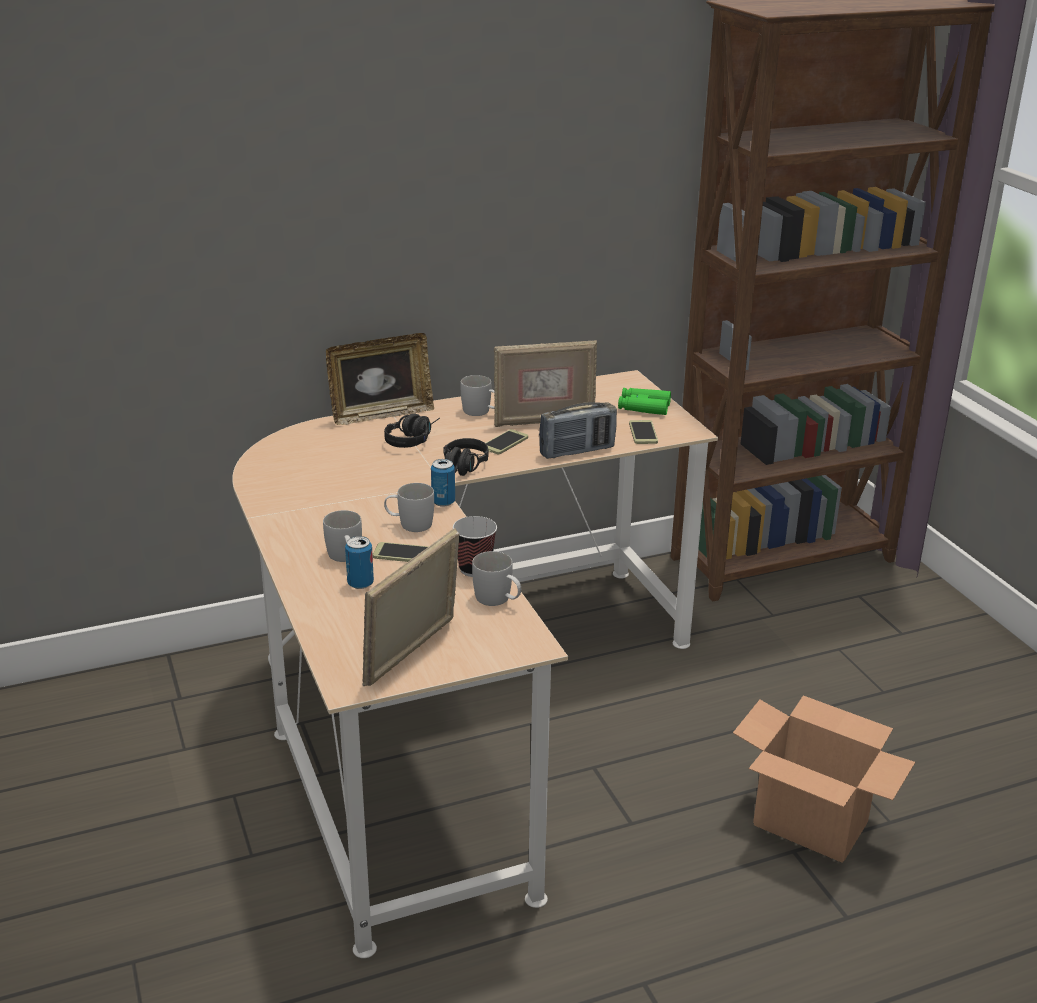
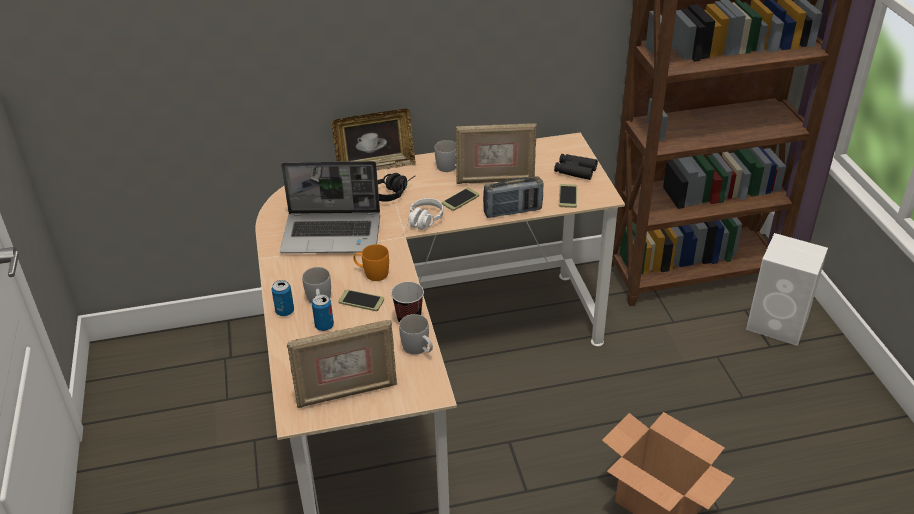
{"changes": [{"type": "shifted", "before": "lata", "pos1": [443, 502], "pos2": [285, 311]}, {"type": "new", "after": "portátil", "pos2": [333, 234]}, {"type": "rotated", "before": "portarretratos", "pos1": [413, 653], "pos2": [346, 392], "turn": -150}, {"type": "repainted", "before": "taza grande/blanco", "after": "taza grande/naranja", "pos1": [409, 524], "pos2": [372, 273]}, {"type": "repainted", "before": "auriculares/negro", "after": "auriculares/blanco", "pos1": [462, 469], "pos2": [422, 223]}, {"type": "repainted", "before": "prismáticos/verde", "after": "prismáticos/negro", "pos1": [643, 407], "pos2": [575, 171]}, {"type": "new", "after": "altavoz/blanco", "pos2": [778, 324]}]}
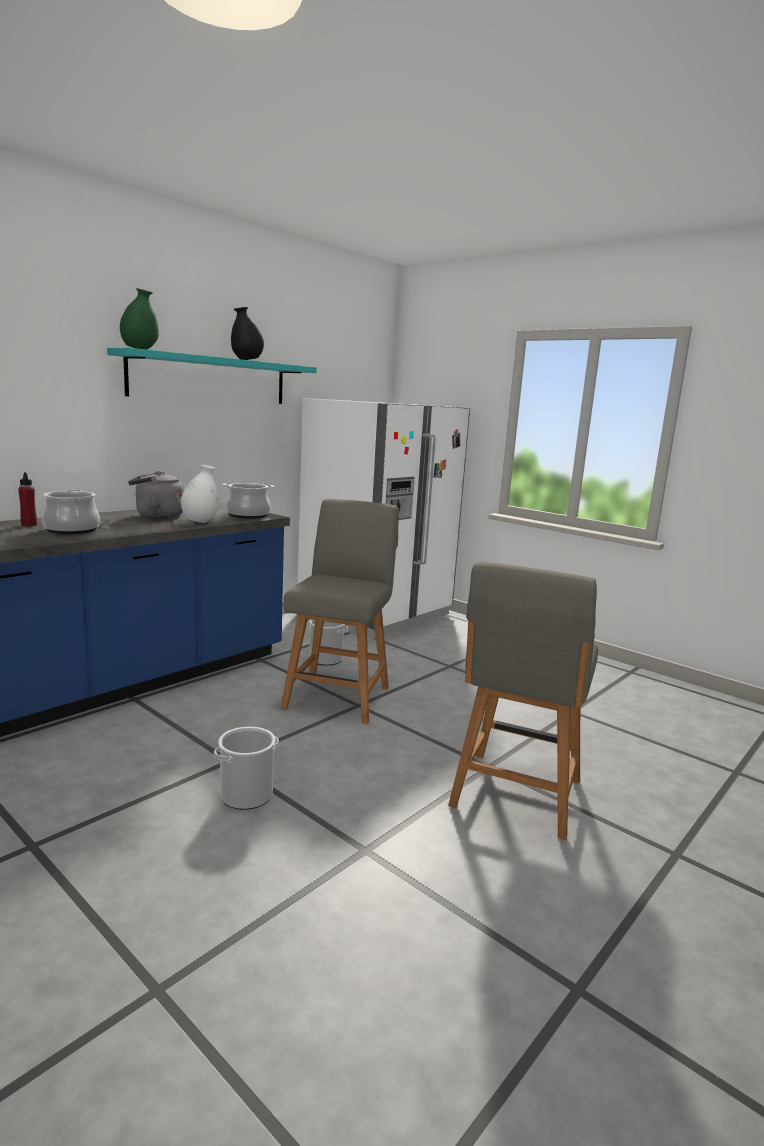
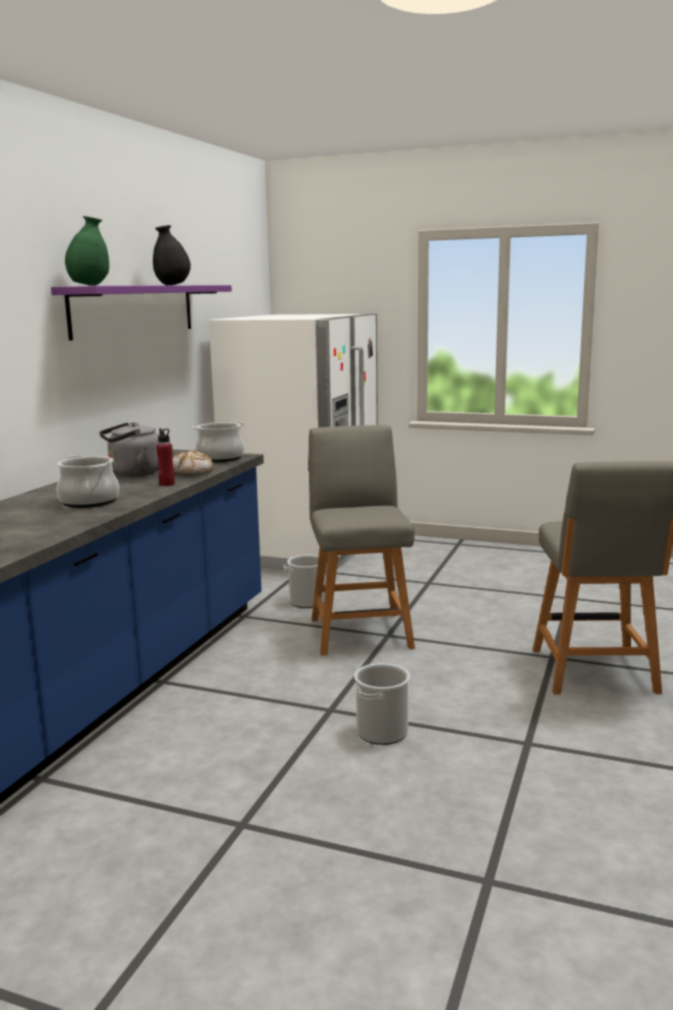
{"changes": [{"type": "repainted", "before": "estante/turquesa", "after": "estante/morado", "pos1": [210, 379], "pos2": [134, 310]}, {"type": "shifted", "before": "botella/rojo", "pos1": [29, 525], "pos2": [167, 484]}, {"type": "swapped", "before": "florero/blanco", "after": "pan", "pos1": [200, 521], "pos2": [191, 472]}]}
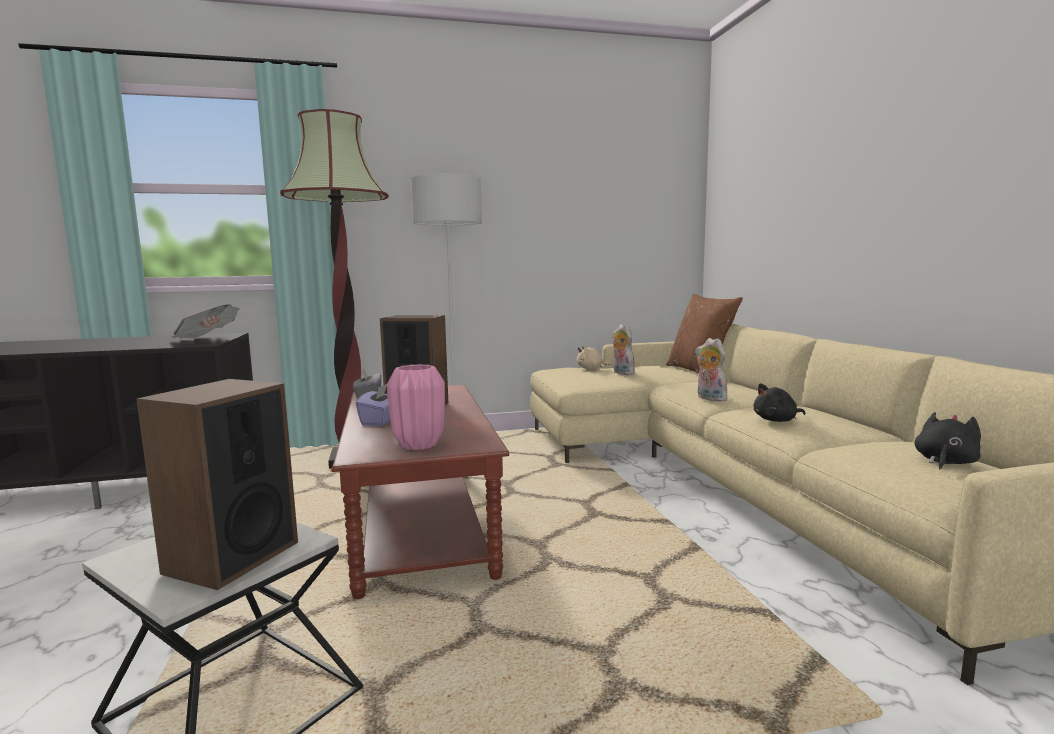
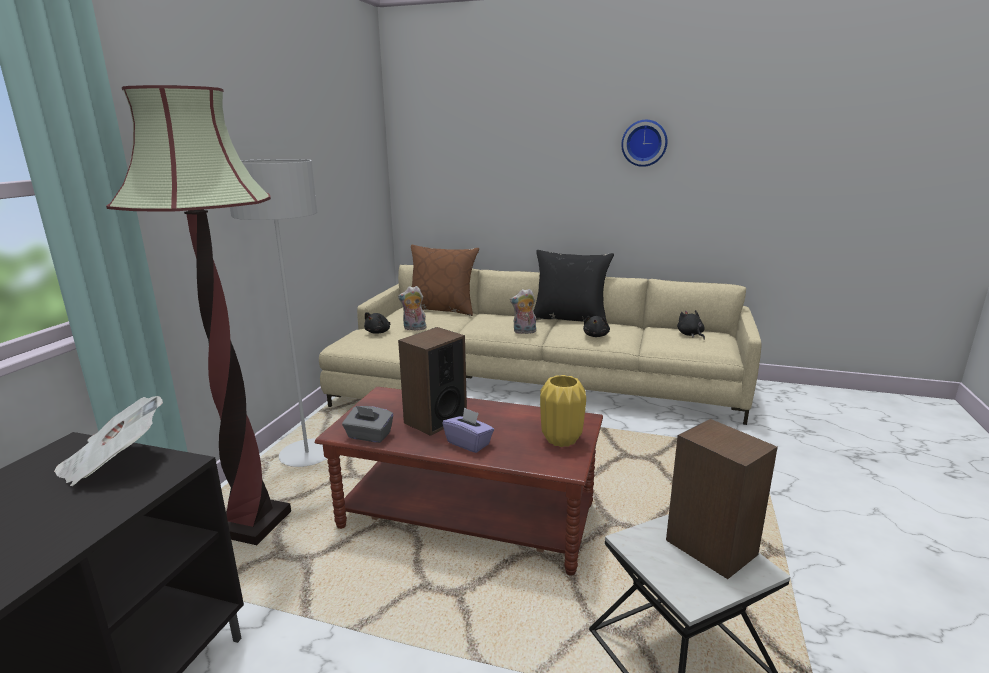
{"changes": [{"type": "repainted", "before": "peluche/beis", "after": "peluche/negro", "pos1": [591, 369], "pos2": [378, 332]}, {"type": "new", "after": "cojín/negro", "pos2": [569, 319]}, {"type": "repainted", "before": "florero/rosa", "after": "florero/amarillo", "pos1": [418, 445], "pos2": [561, 440]}, {"type": "new", "after": "reloj de pared", "pos2": [644, 143]}]}
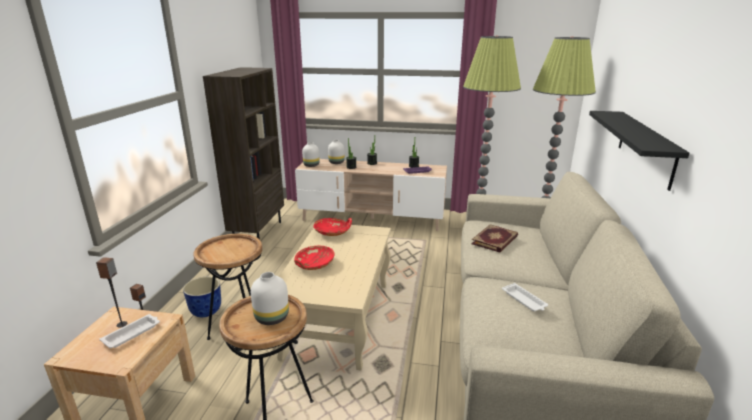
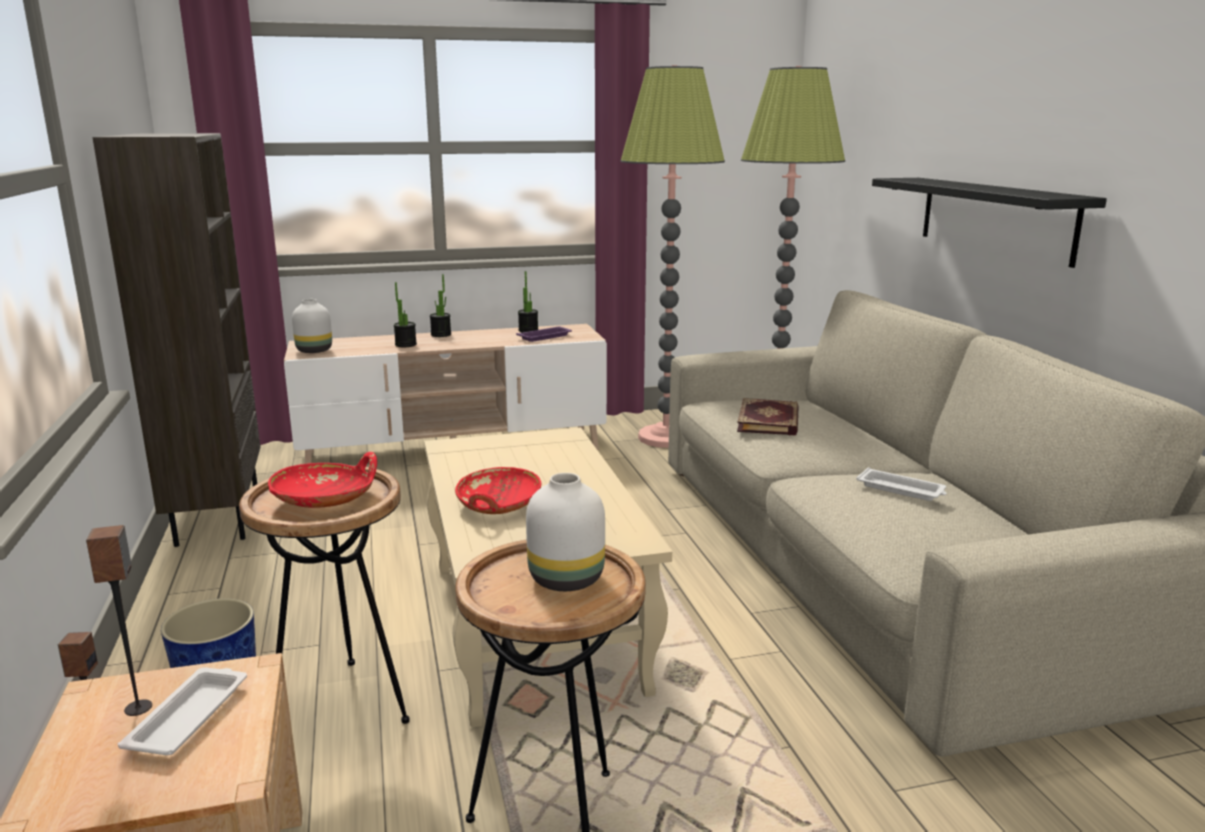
{"changes": [{"type": "shifted", "before": "cuenco/rojo", "pos1": [332, 232], "pos2": [326, 499]}, {"type": "gone", "before": "florero/blanco", "pos1": [336, 163]}]}
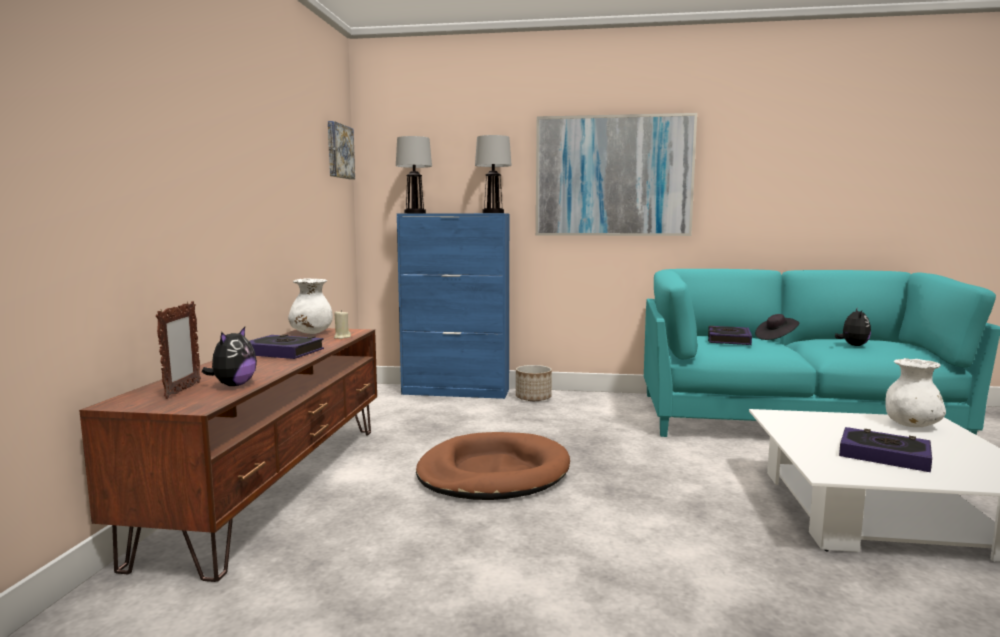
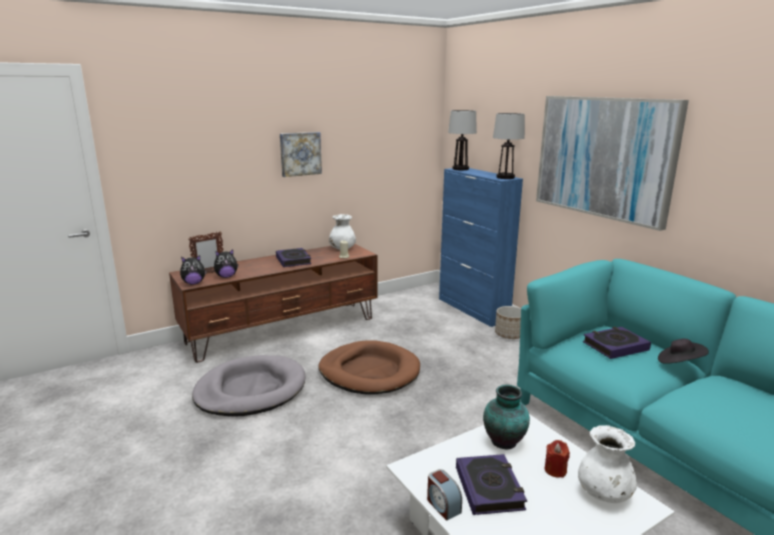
{"changes": [{"type": "shifted", "before": "peluche", "pos1": [853, 345], "pos2": [194, 283]}, {"type": "new", "after": "cama para perro/gris", "pos2": [250, 390]}, {"type": "shifted", "before": "cuadro", "pos1": [339, 151], "pos2": [300, 154]}, {"type": "new", "after": "despertador", "pos2": [443, 505]}, {"type": "new", "after": "florero", "pos2": [504, 442]}, {"type": "new", "after": "vela/rojo", "pos2": [555, 470]}]}
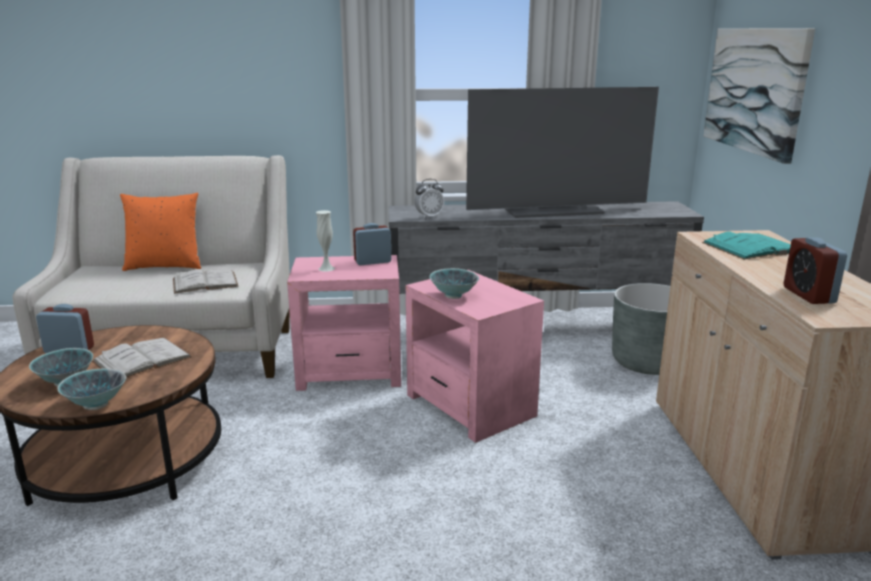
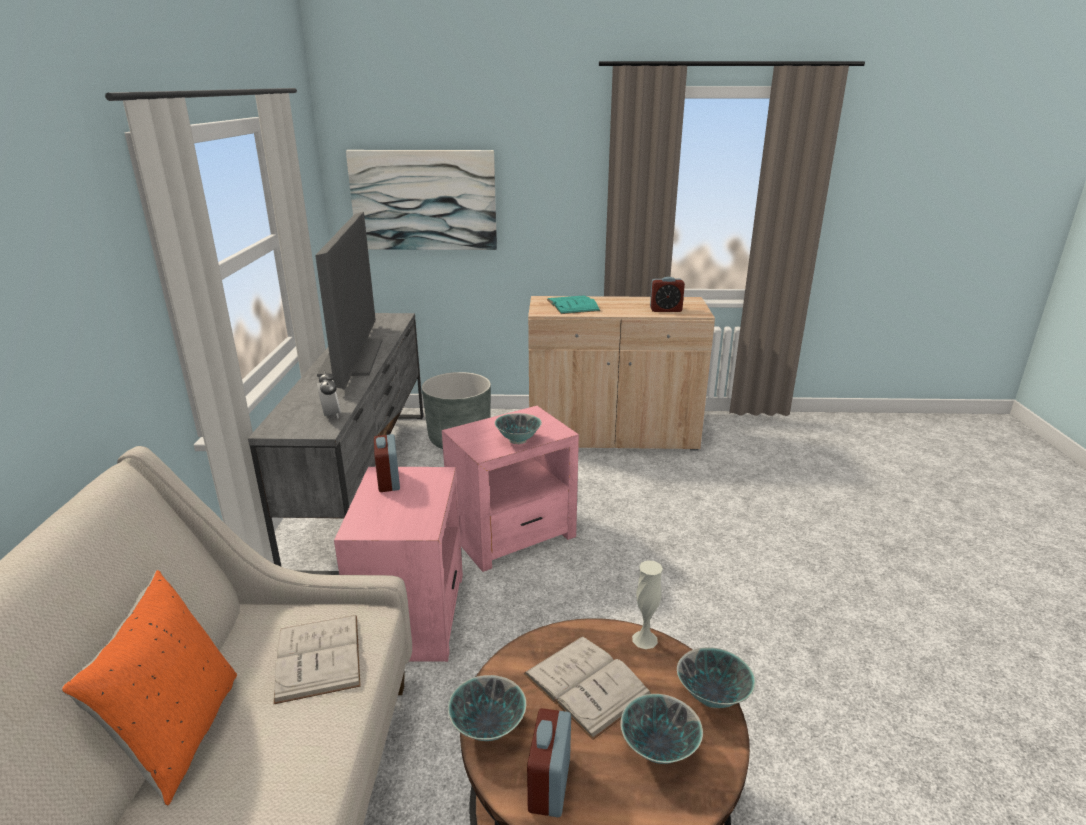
{"changes": [{"type": "new", "after": "cuenco", "pos2": [488, 729]}, {"type": "shifted", "before": "florero/blanco", "pos1": [326, 268], "pos2": [644, 639]}]}
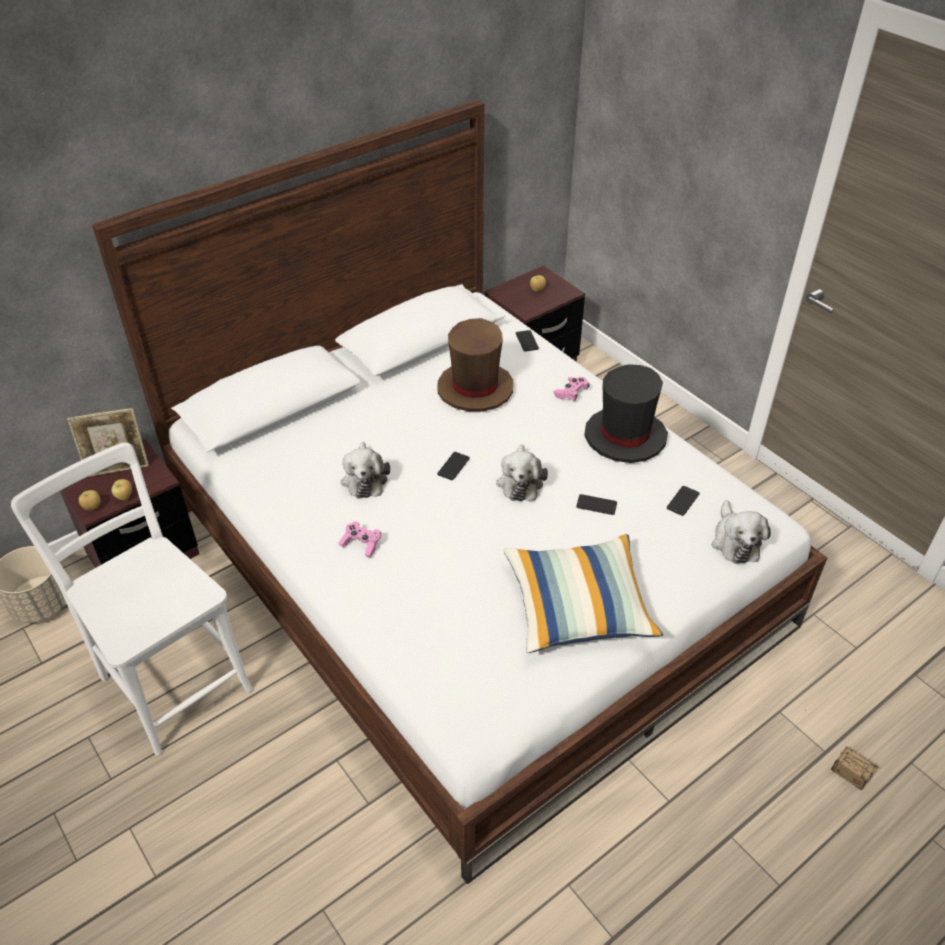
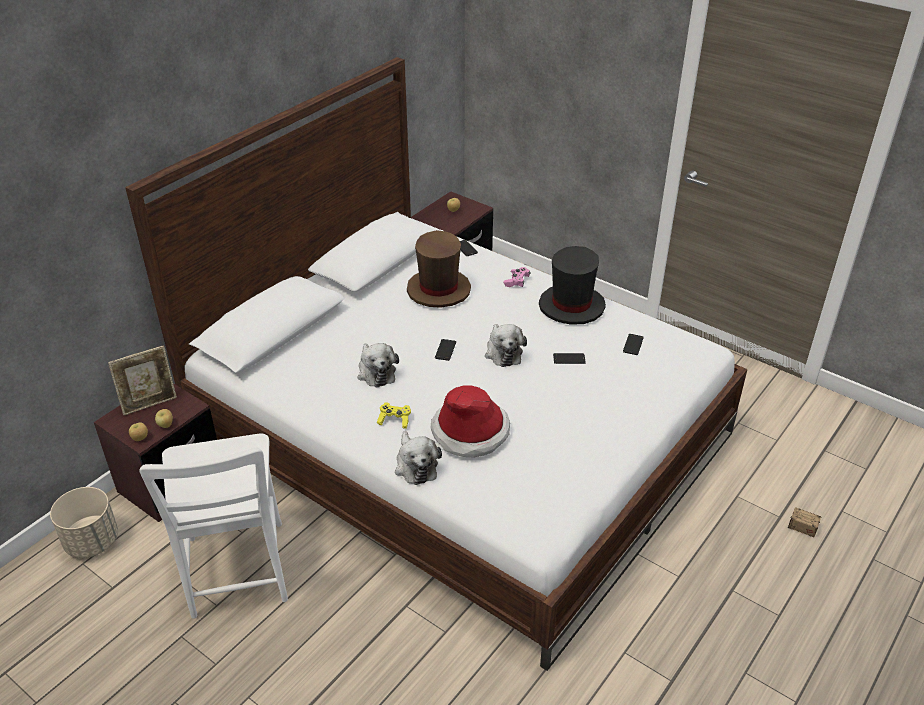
{"changes": [{"type": "rotated", "before": "silla/blanco", "pos1": [171, 678], "pos2": [238, 575], "turn": -135}, {"type": "repainted", "before": "mando de consola/rosa", "after": "mando de consola/amarillo", "pos1": [361, 544], "pos2": [394, 420]}, {"type": "shifted", "before": "peluche", "pos1": [735, 541], "pos2": [415, 465]}, {"type": "new", "after": "sombrero", "pos2": [470, 431]}, {"type": "gone", "before": "cojín", "pos1": [578, 606]}]}
